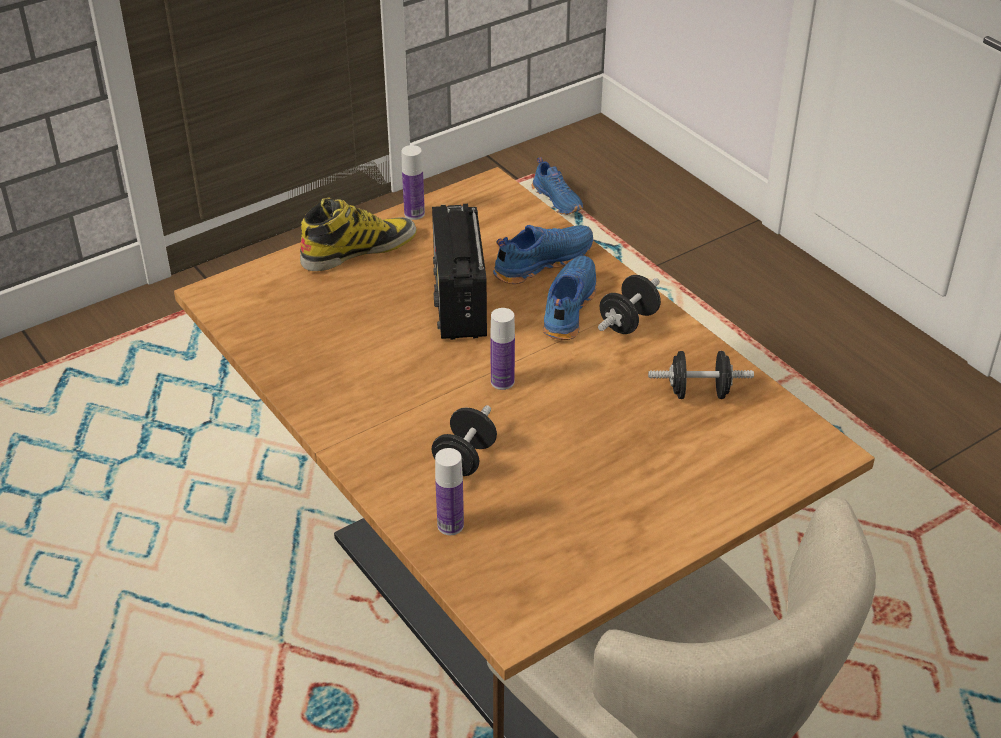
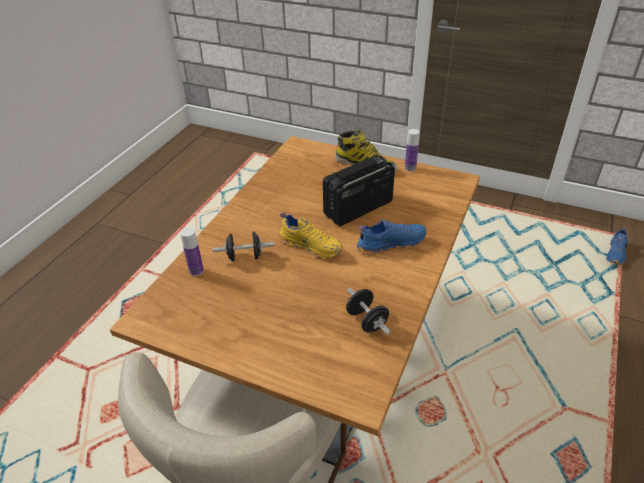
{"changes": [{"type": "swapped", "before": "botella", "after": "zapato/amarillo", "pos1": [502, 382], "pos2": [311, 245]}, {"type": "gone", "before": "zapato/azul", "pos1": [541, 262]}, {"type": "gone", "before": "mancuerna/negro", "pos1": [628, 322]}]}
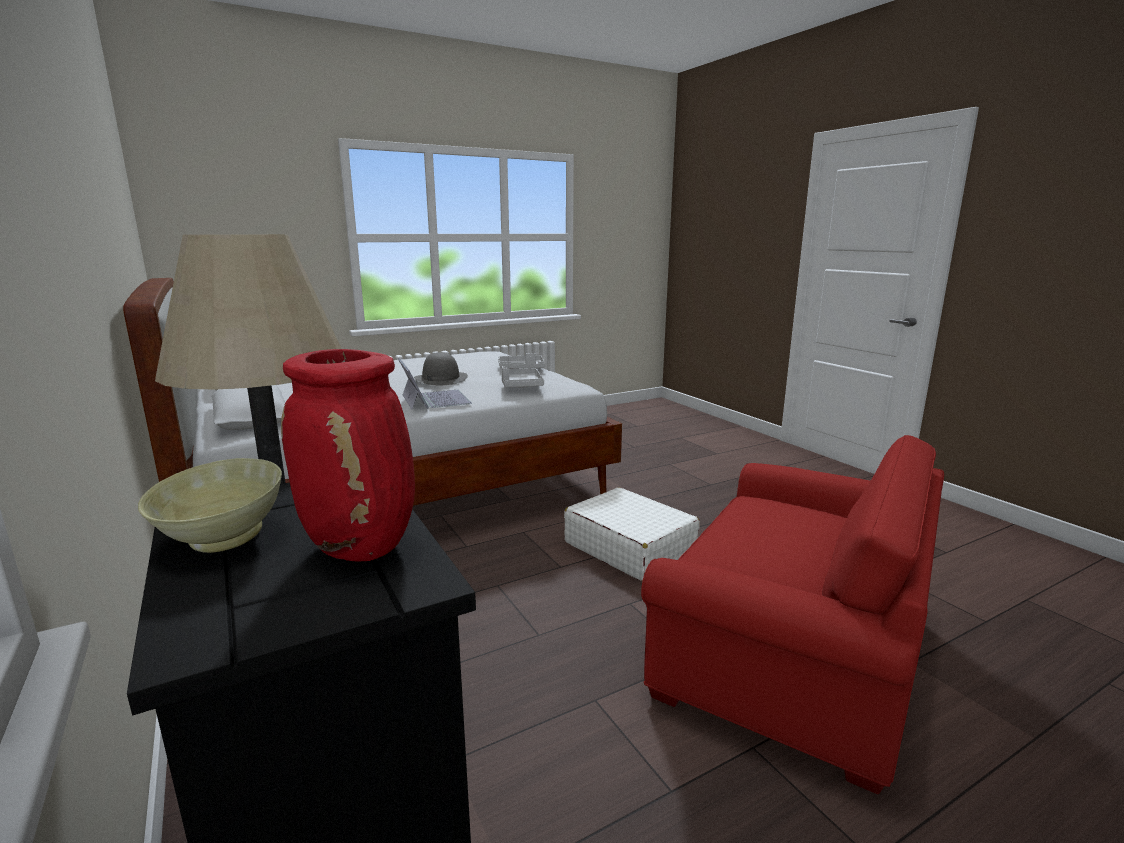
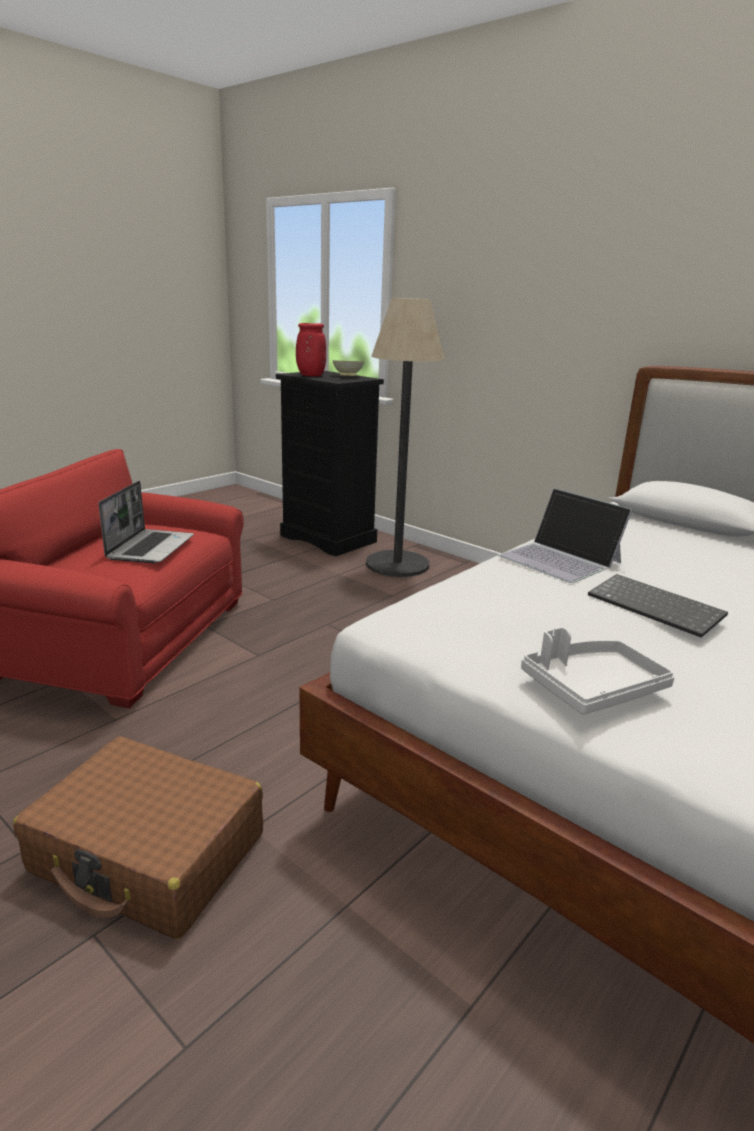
{"changes": [{"type": "new", "after": "maleta/marrón", "pos2": [149, 853]}, {"type": "new", "after": "portátil", "pos2": [150, 547]}, {"type": "swapped", "before": "sombrero/gris", "after": "teclado", "pos1": [441, 378], "pos2": [657, 607]}, {"type": "gone", "before": "bandeja/gris", "pos1": [521, 385]}, {"type": "gone", "before": "maleta/blanco", "pos1": [629, 547]}]}
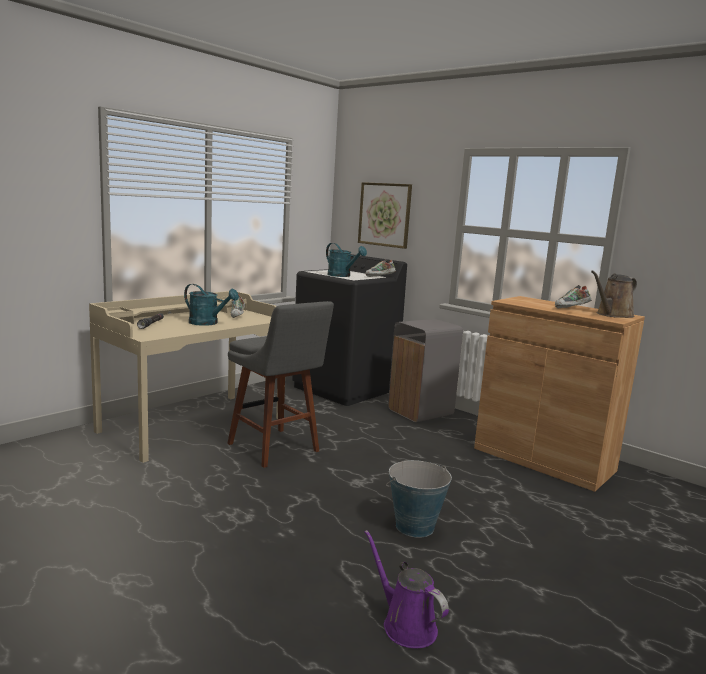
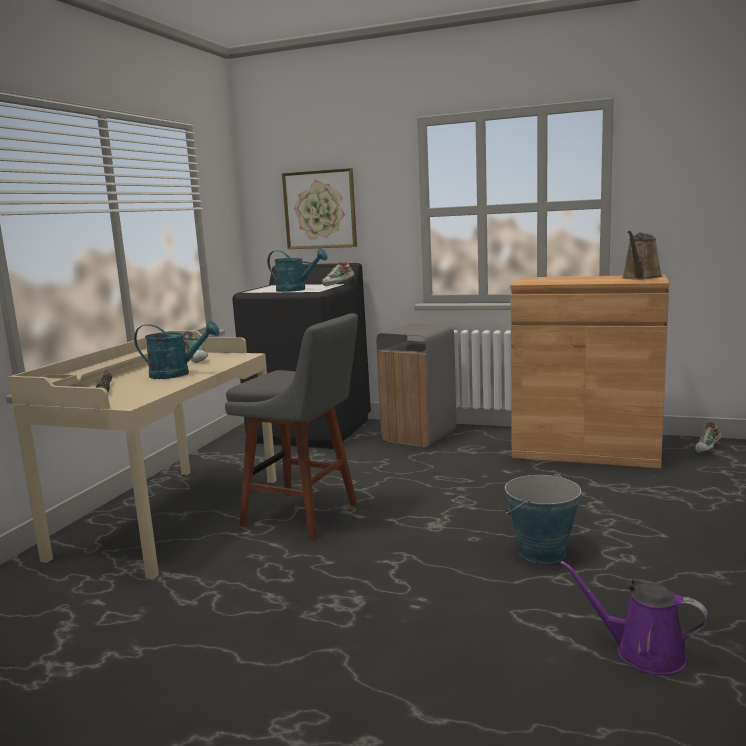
{"changes": [{"type": "shifted", "before": "zapato", "pos1": [572, 309], "pos2": [708, 449]}]}
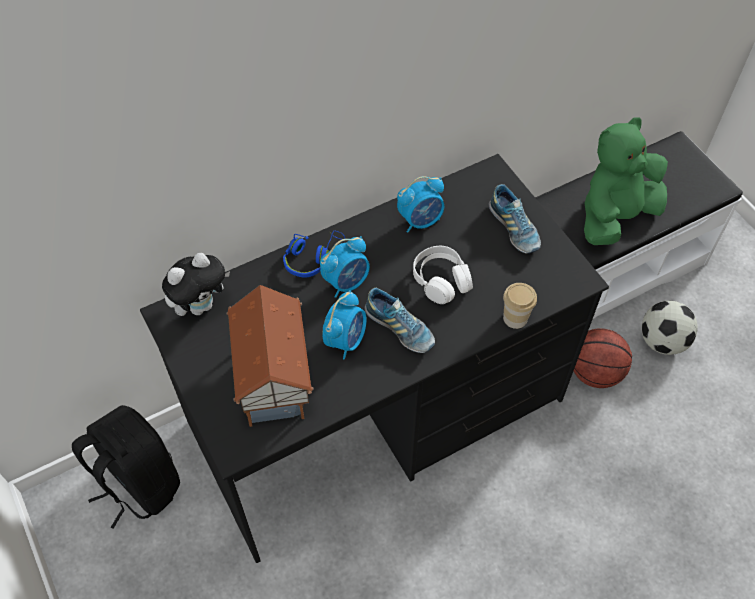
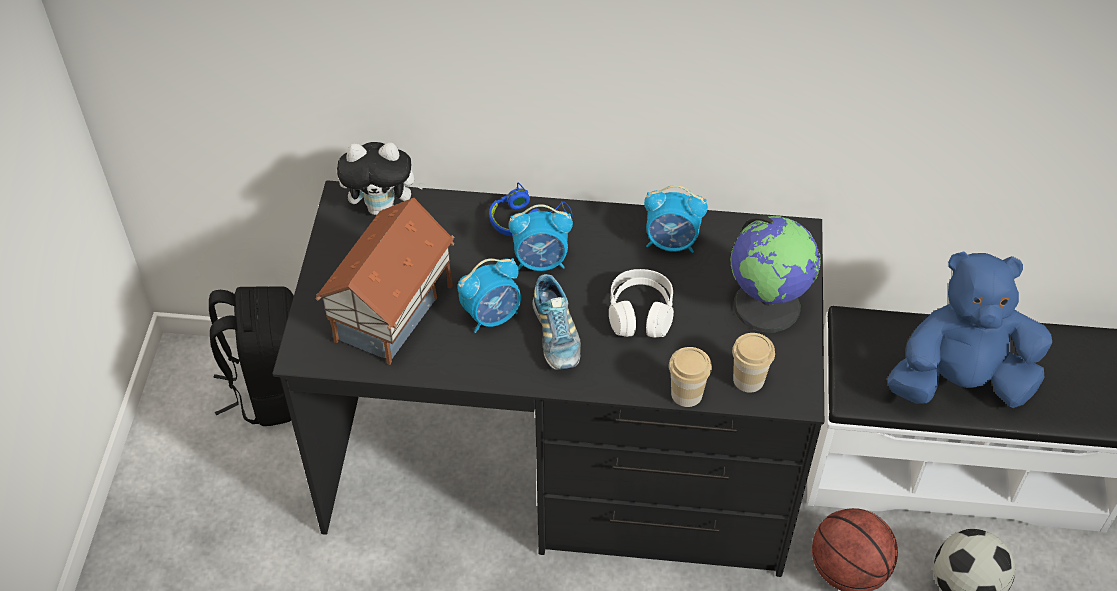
{"changes": [{"type": "swapped", "before": "zapato", "after": "globo terráqueo", "pos1": [514, 229], "pos2": [767, 305]}, {"type": "new", "after": "taza", "pos2": [748, 379]}, {"type": "repainted", "before": "peluche/verde", "after": "peluche/azul", "pos1": [615, 216], "pos2": [959, 381]}]}
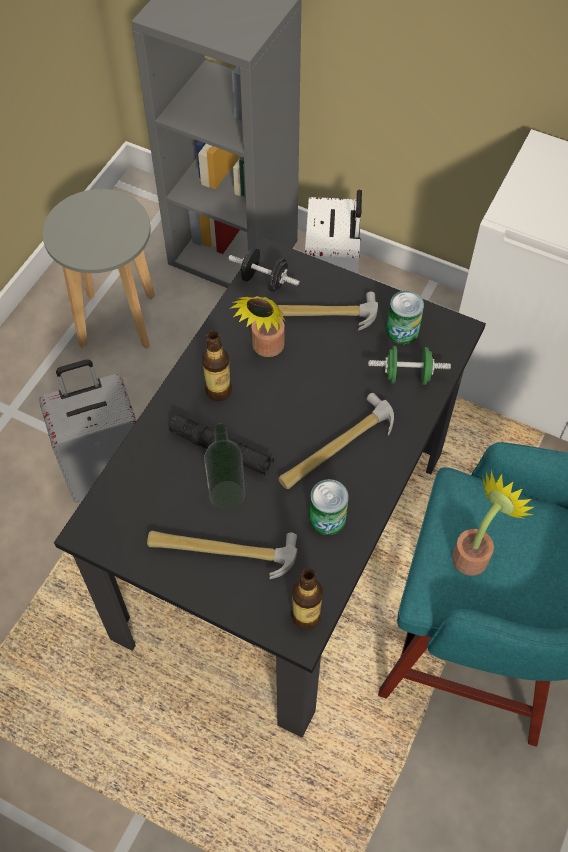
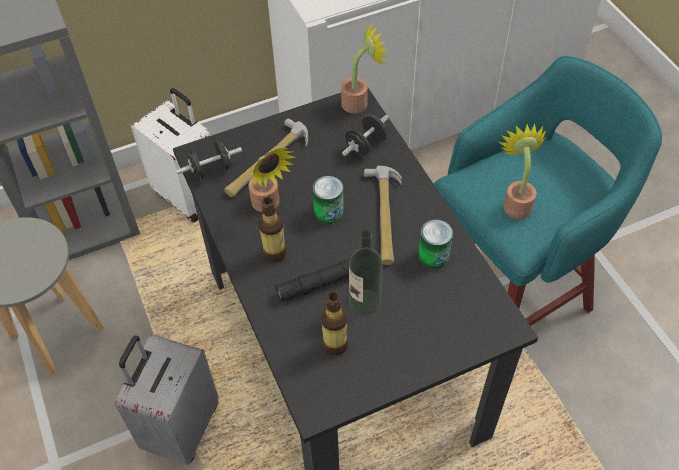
{"changes": [{"type": "shifted", "before": "lata", "pos1": [402, 330], "pos2": [329, 212]}, {"type": "shifted", "before": "botella", "pos1": [306, 616], "pos2": [335, 345]}, {"type": "new", "after": "planta en maceta", "pos2": [359, 102]}, {"type": "repainted", "before": "mancuerna/verde", "after": "mancuerna/negro", "pos1": [407, 375], "pos2": [366, 146]}, {"type": "gone", "before": "martillo", "pos1": [222, 550]}]}
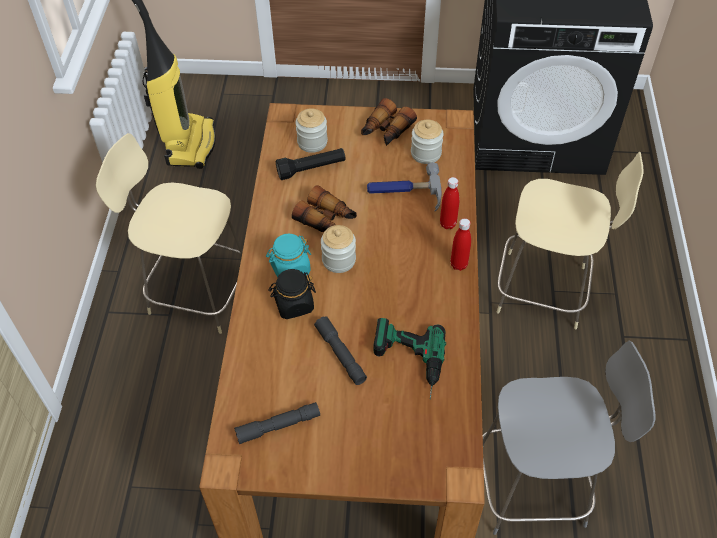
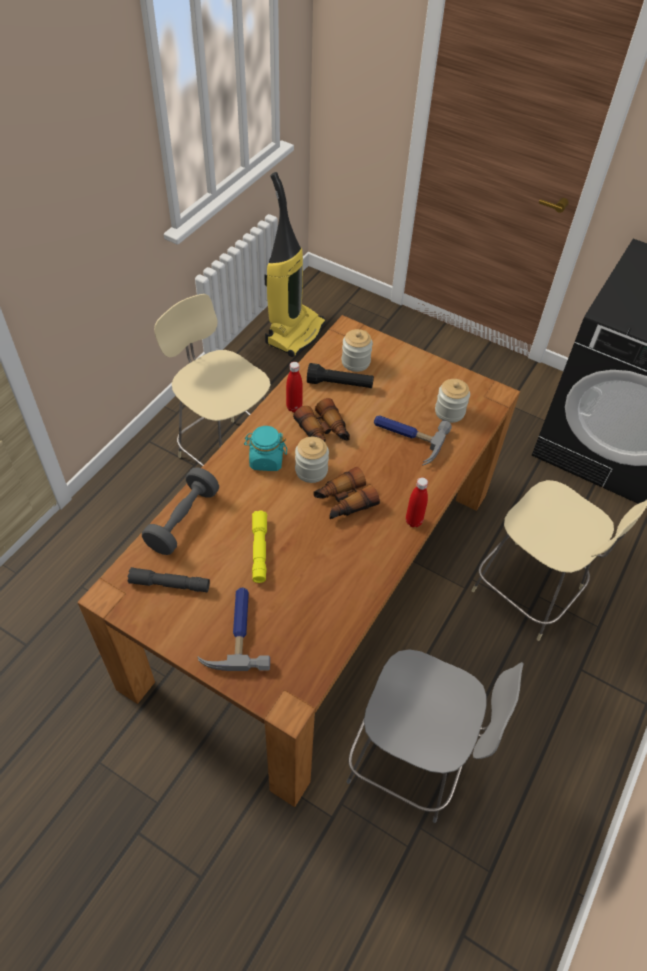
{"changes": [{"type": "new", "after": "mancuerna/gris", "pos2": [183, 520]}, {"type": "new", "after": "martillo", "pos2": [236, 632]}, {"type": "repainted", "before": "linterna/gris", "after": "linterna/amarillo", "pos1": [340, 354], "pos2": [259, 550]}, {"type": "shifted", "before": "botella/rojo", "pos1": [448, 224], "pos2": [294, 407]}, {"type": "shifted", "before": "prismáticos", "pos1": [386, 131], "pos2": [344, 501]}, {"type": "gone", "before": "tarro/negro", "pos1": [293, 304]}, {"type": "gone", "before": "taladro", "pos1": [407, 363]}]}
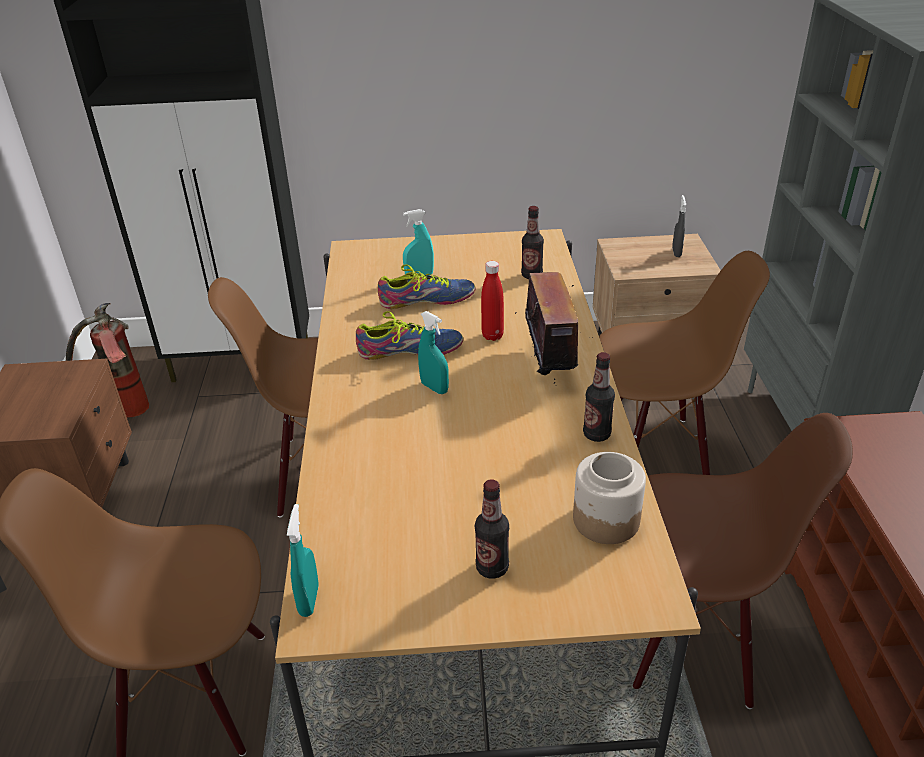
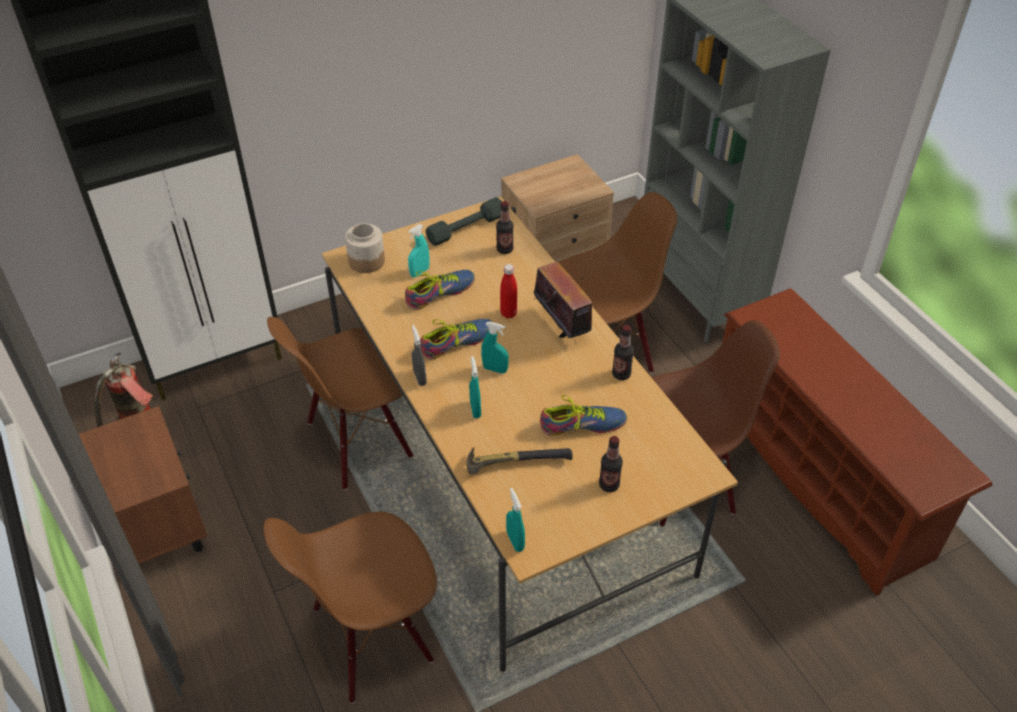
{"changes": [{"type": "shifted", "before": "tarro", "pos1": [605, 519], "pos2": [366, 261]}, {"type": "shifted", "before": "pulverizador/gris", "pos1": [676, 252], "pos2": [420, 378]}, {"type": "new", "after": "mancuerna/gris", "pos2": [466, 228]}, {"type": "new", "after": "martillo", "pos2": [514, 462]}, {"type": "new", "after": "pulverizador/turquesa", "pos2": [475, 409]}, {"type": "new", "after": "zapato", "pos2": [582, 425]}]}
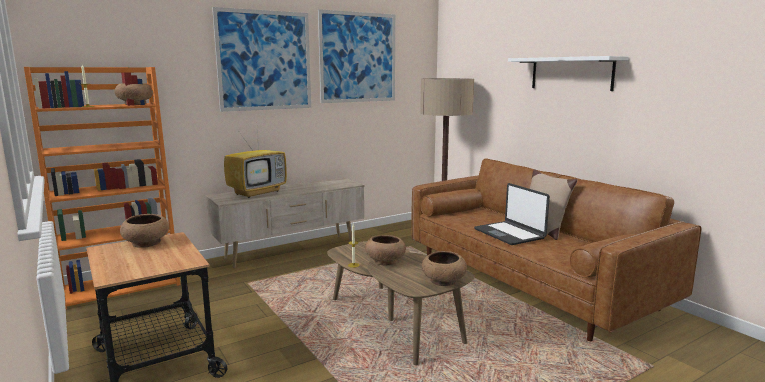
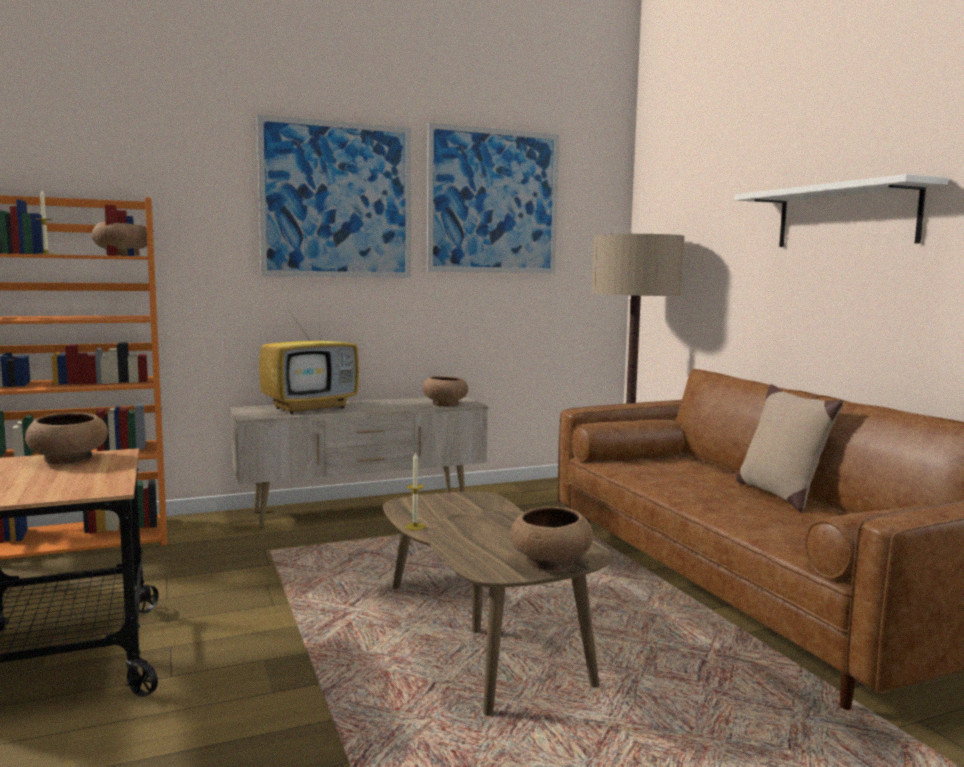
{"changes": [{"type": "shifted", "before": "cuenco/marrón", "pos1": [385, 261], "pos2": [445, 404]}, {"type": "gone", "before": "portátil", "pos1": [509, 234]}]}
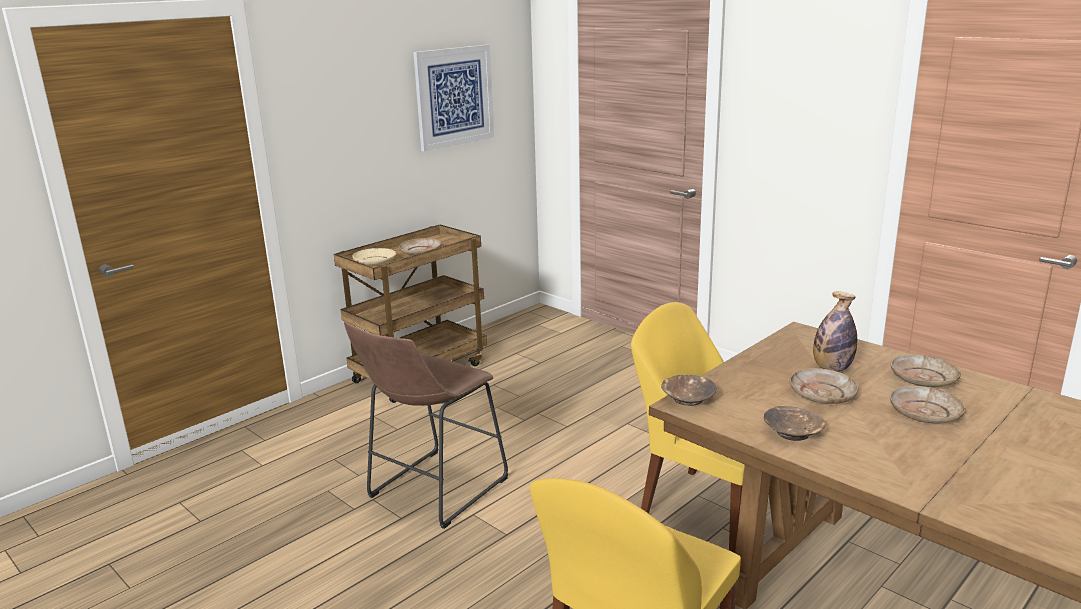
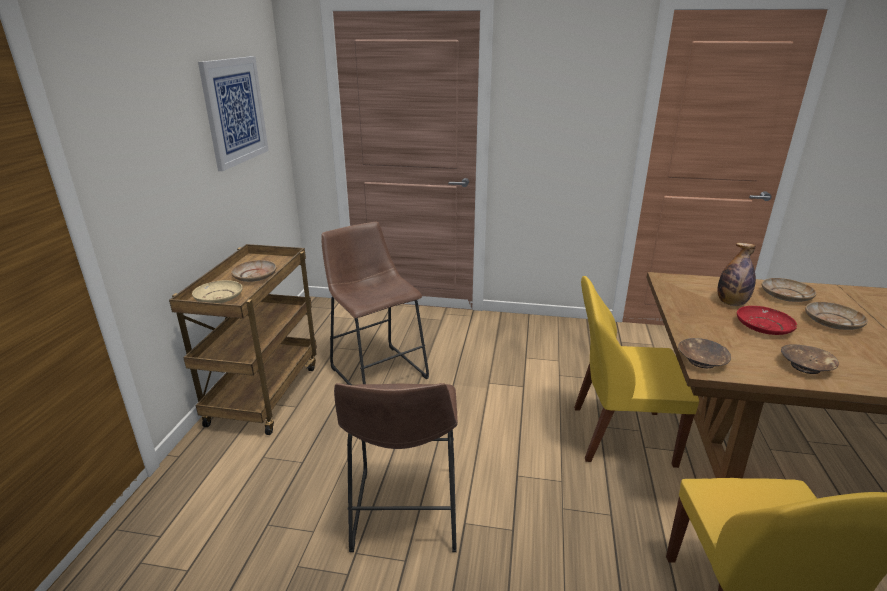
{"changes": [{"type": "new", "after": "taburete/marrón", "pos2": [376, 369]}, {"type": "repainted", "before": "plato/beis", "after": "plato/rojo", "pos1": [822, 394], "pos2": [763, 326]}]}
